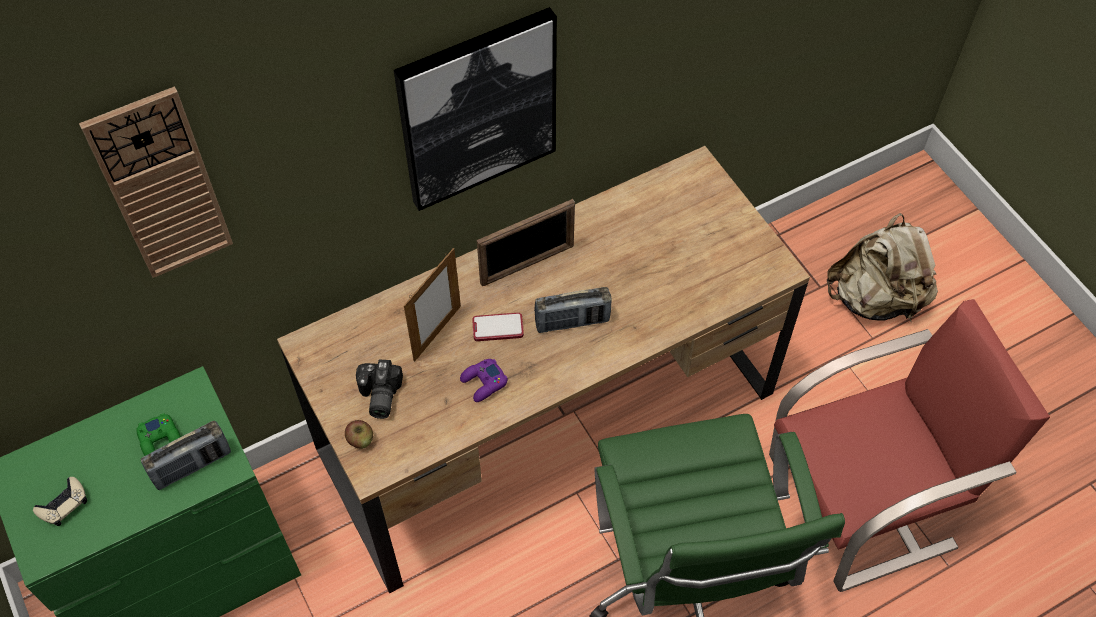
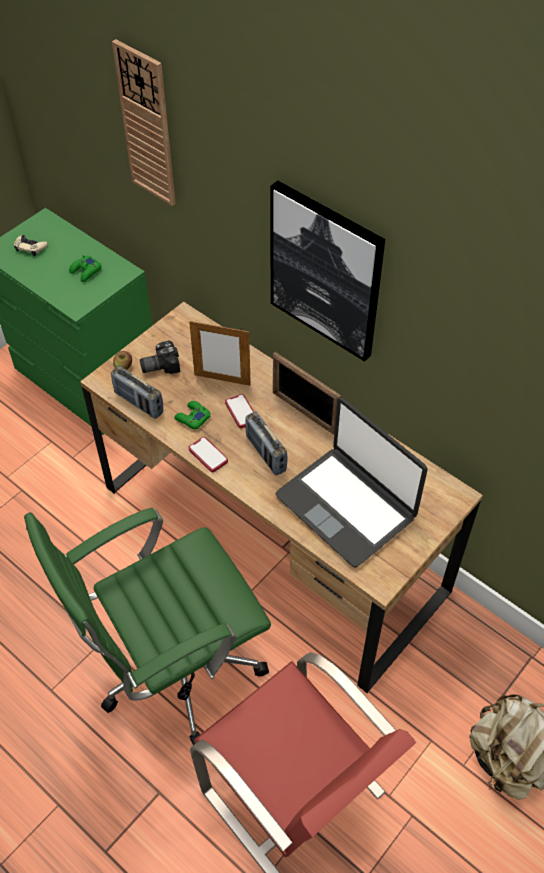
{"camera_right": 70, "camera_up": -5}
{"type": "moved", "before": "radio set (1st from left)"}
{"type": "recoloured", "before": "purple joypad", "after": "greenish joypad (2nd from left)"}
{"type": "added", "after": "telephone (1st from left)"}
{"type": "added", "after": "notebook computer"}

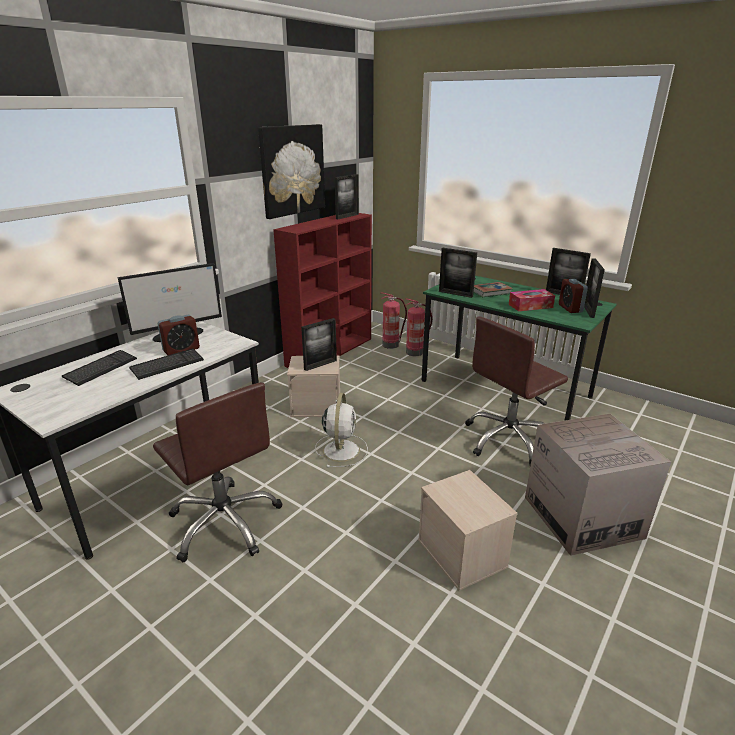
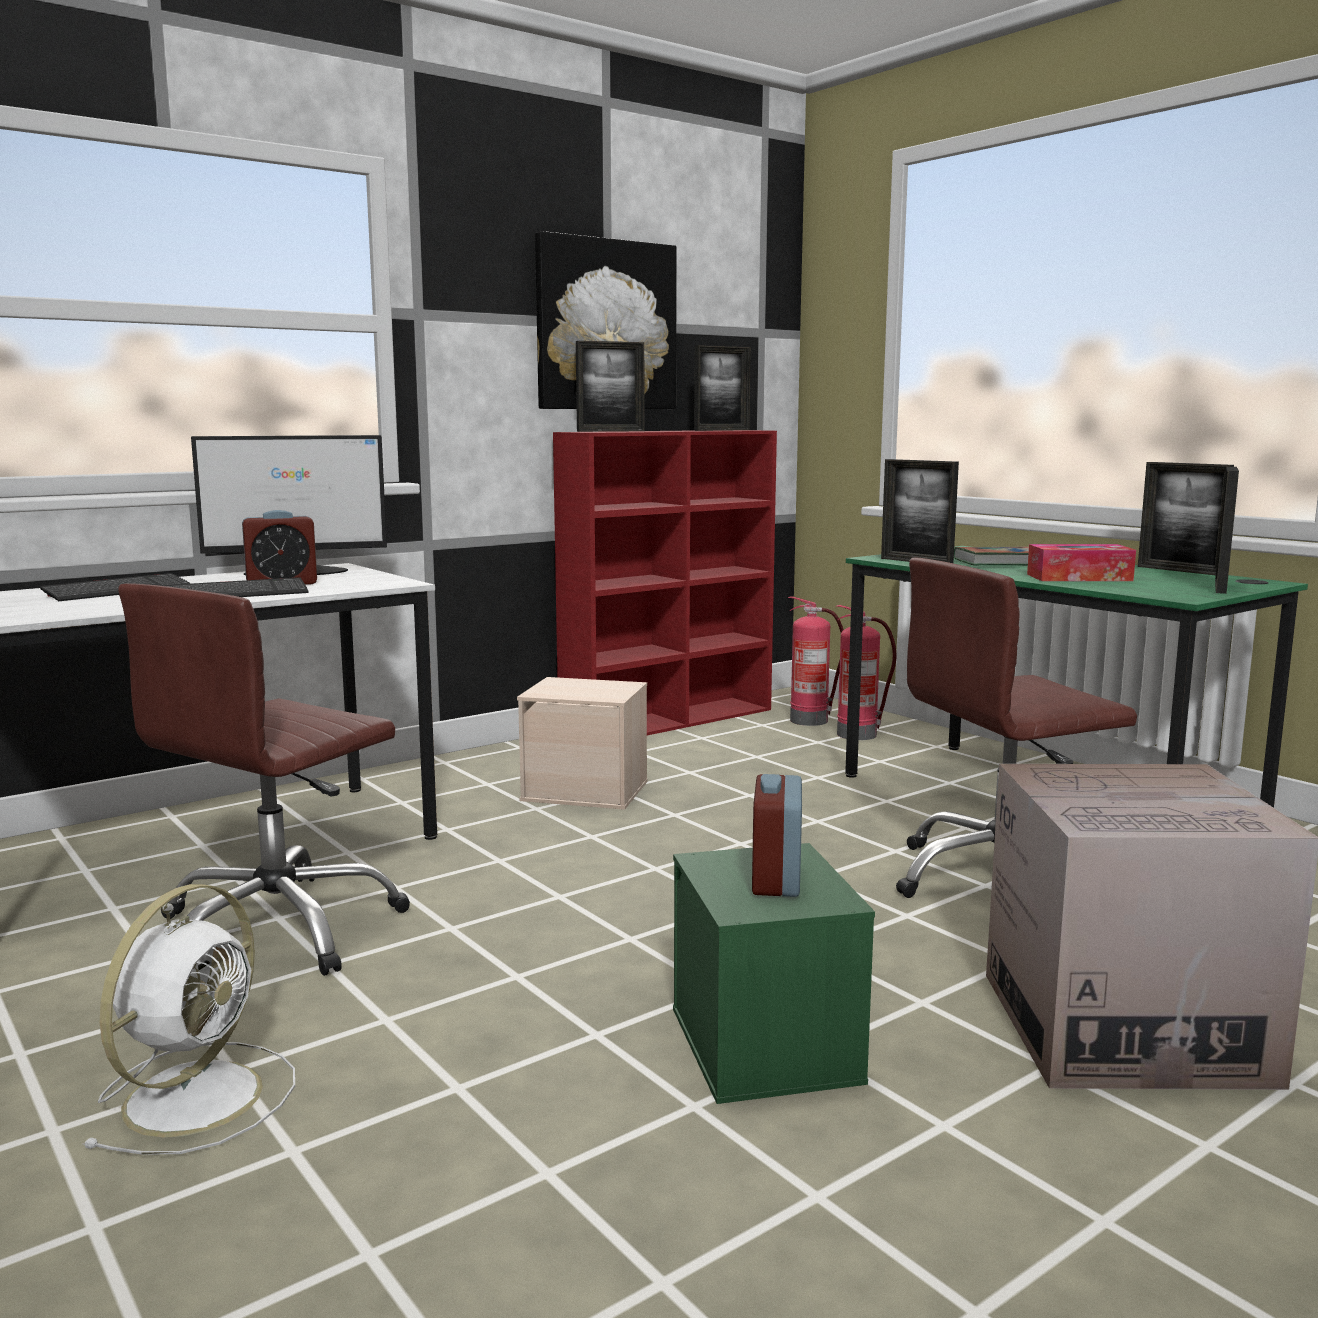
{"camera_right": 15, "camera_up": -15}
{"type": "moved", "before": "whitish cooling fan"}
{"type": "turned", "before": "brown-coloured office chair (1st from left)", "turn": 60}
{"type": "moved", "before": "picture frame (1st from left)"}
{"type": "recoloured", "before": "beige-coloured storage container (2nd from left)", "after": "greenish storage container"}
{"type": "moved", "before": "alarm clock (2nd from left)"}

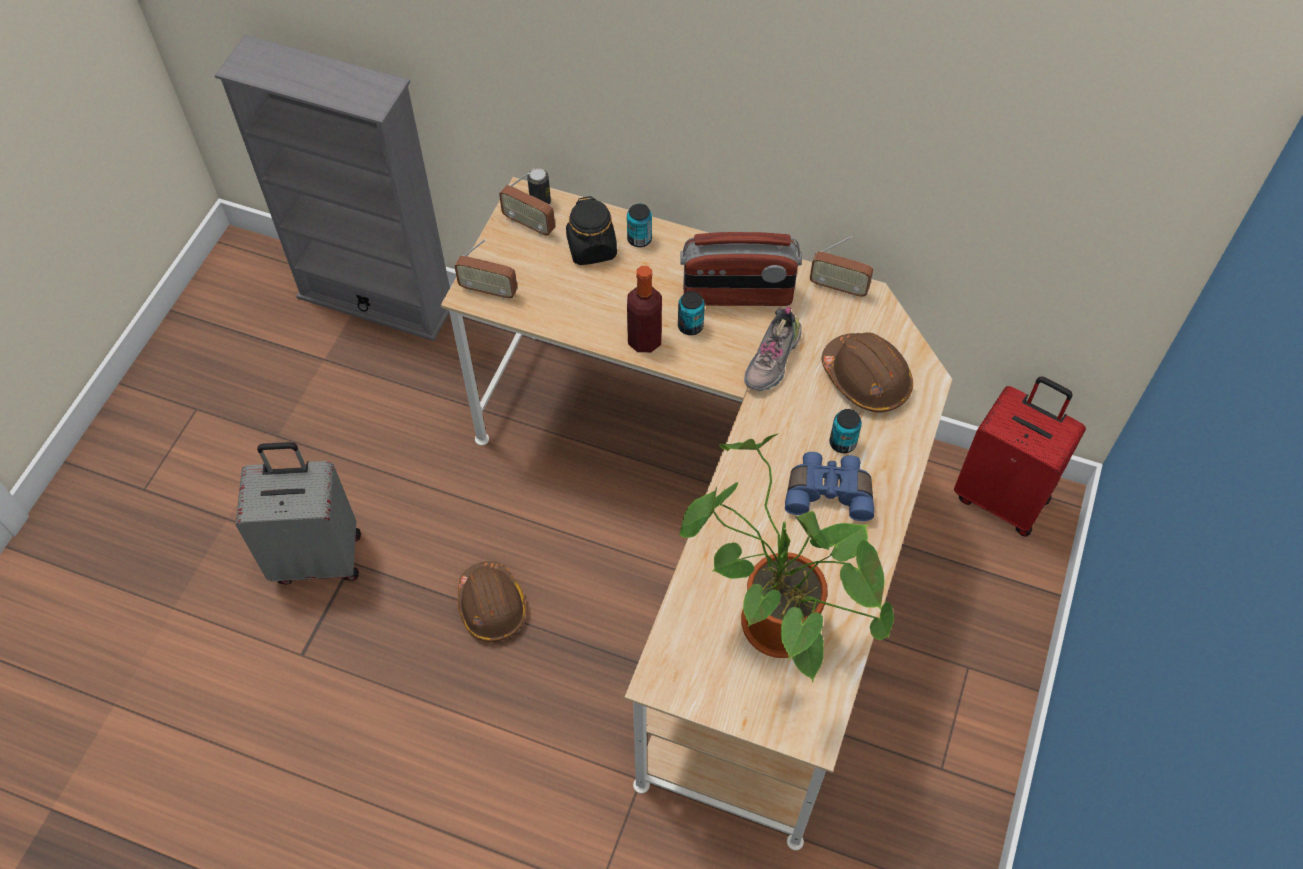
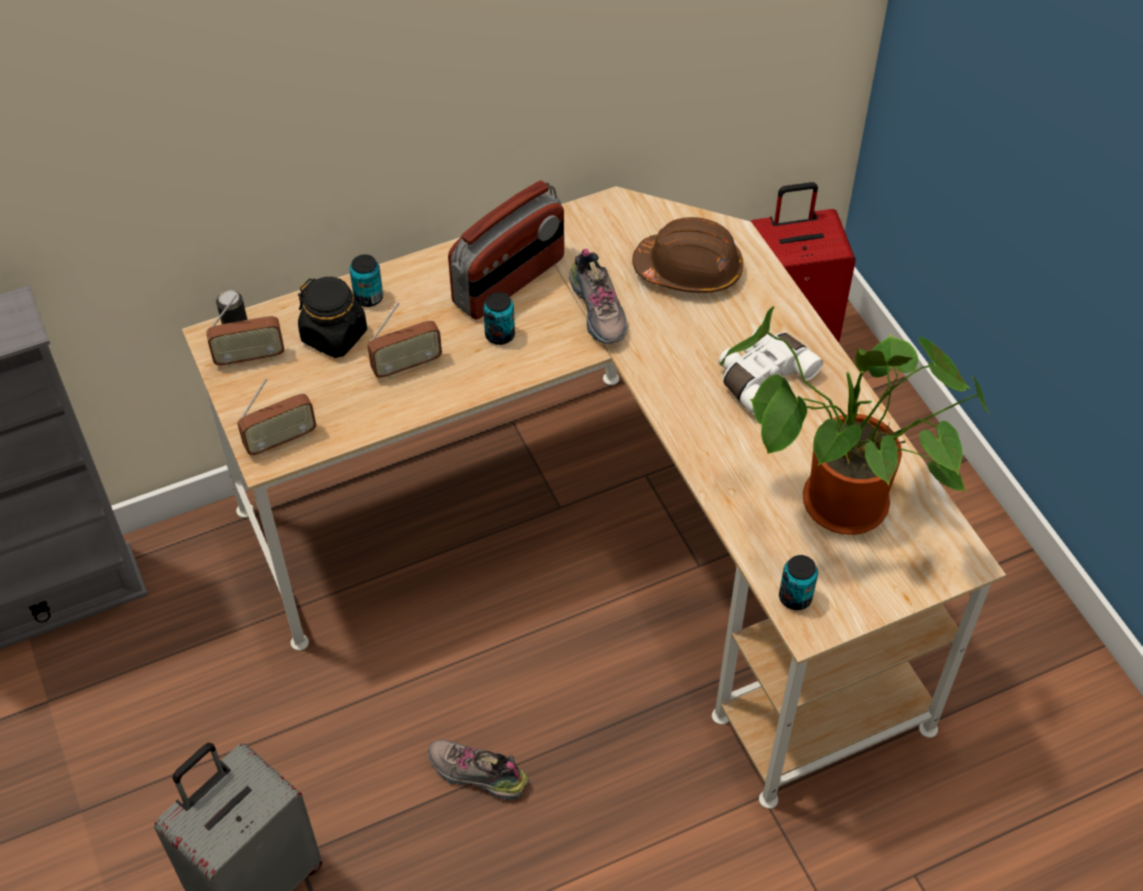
{"camera_right": -45, "camera_up": -5}
{"type": "moved", "before": "radio set (4th from left in the first image)", "after": "radio set (3rd from left)"}
{"type": "replaced", "before": "brown-coloured hard hat (1st from left)", "after": "shoe (1st from left)"}
{"type": "recoloured", "before": "blue-coloured pair of binoculars", "after": "whitish pair of binoculars"}
{"type": "moved", "before": "metal can (4th from left)"}
{"type": "removed", "before": "bottle"}

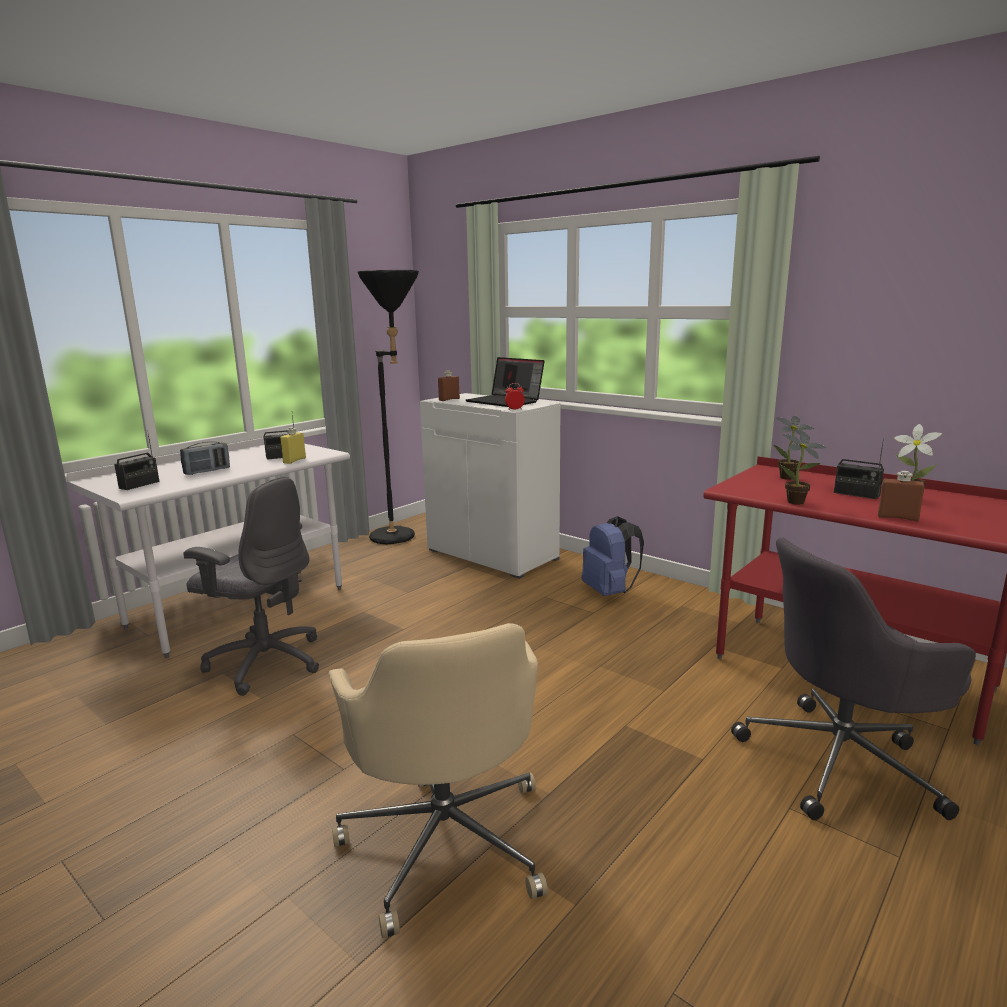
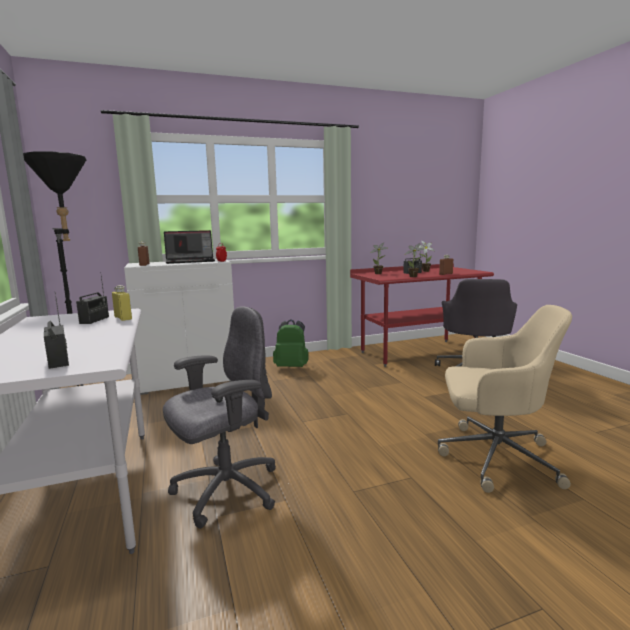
{"camera_right": -60, "camera_up": -5}
{"type": "recoloured", "before": "blue-coloured knapsack", "after": "greenish knapsack"}
{"type": "removed", "before": "radio set (2nd from left)"}

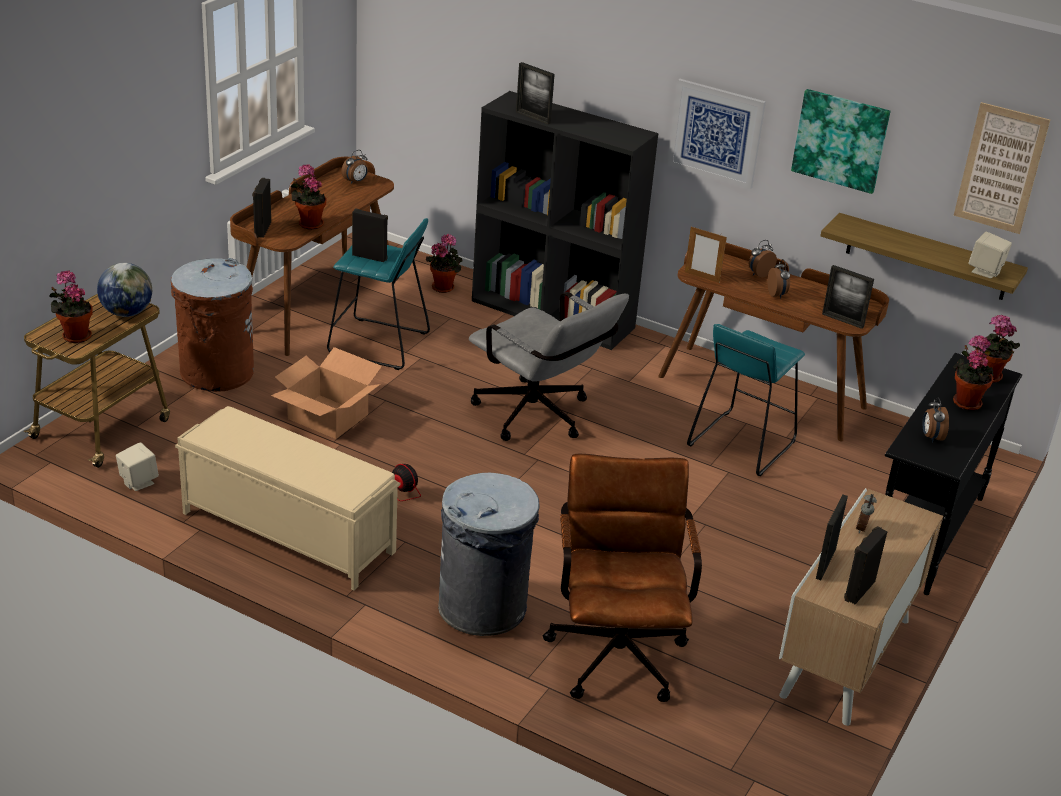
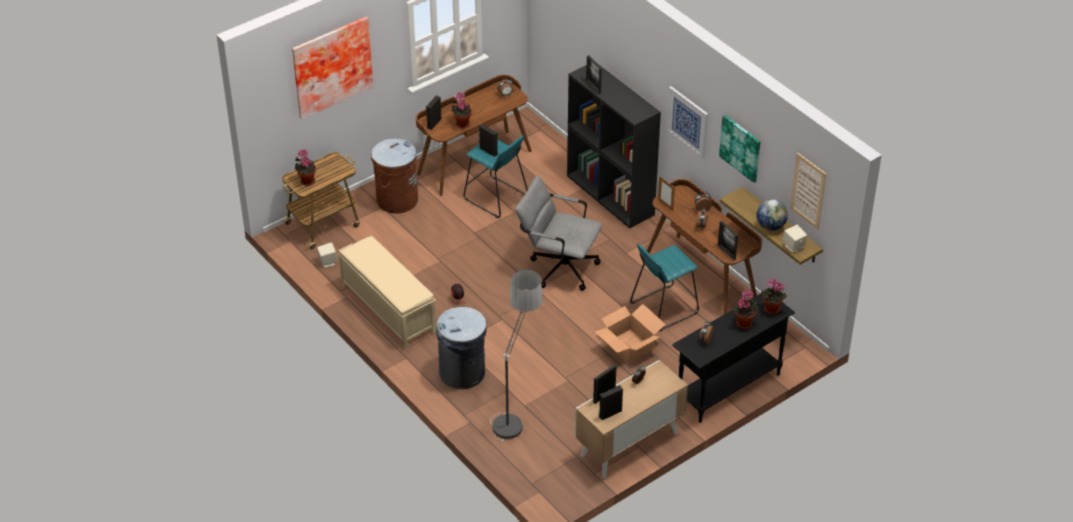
{"camera_right": 25, "camera_up": 10}
{"type": "added", "after": "picture (1st from left)"}
{"type": "replaced", "before": "brown-coloured office chair", "after": "standing lamp"}
{"type": "turned", "before": "greyish office chair", "turn": 135}
{"type": "moved", "before": "carton"}
{"type": "moved", "before": "world globe"}
{"type": "removed", "before": "potted plant (3rd from left)"}

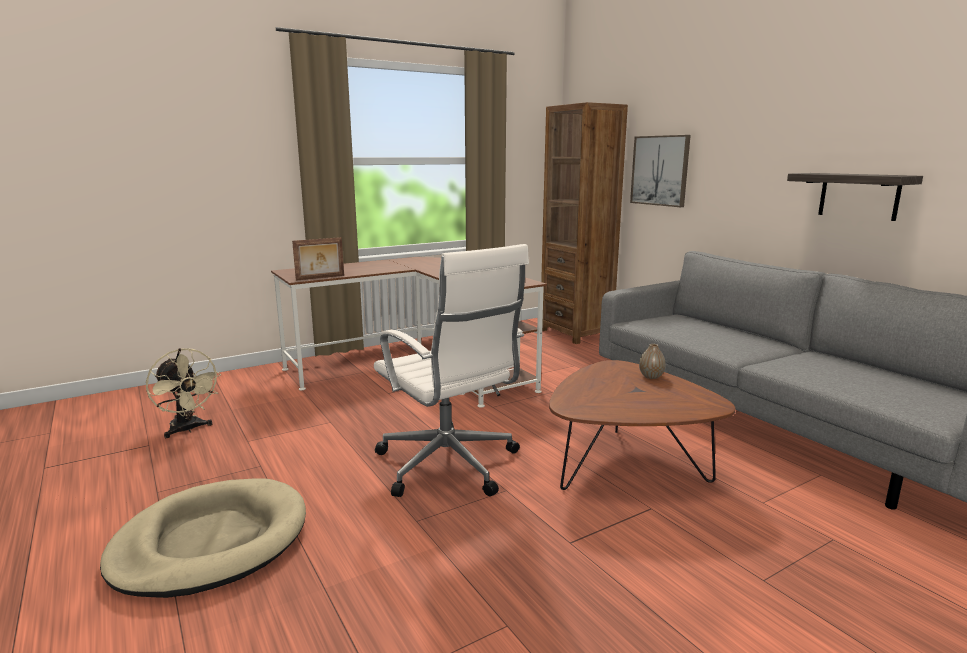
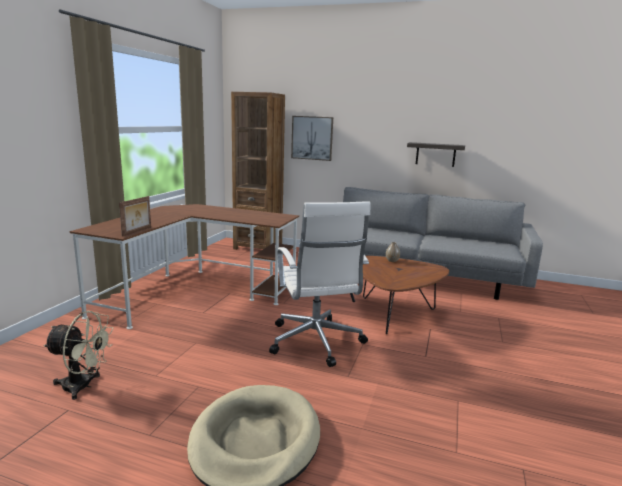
{"camera_right": -40, "camera_up": 0}
{"type": "turned", "before": "whitish office chair", "turn": 60}

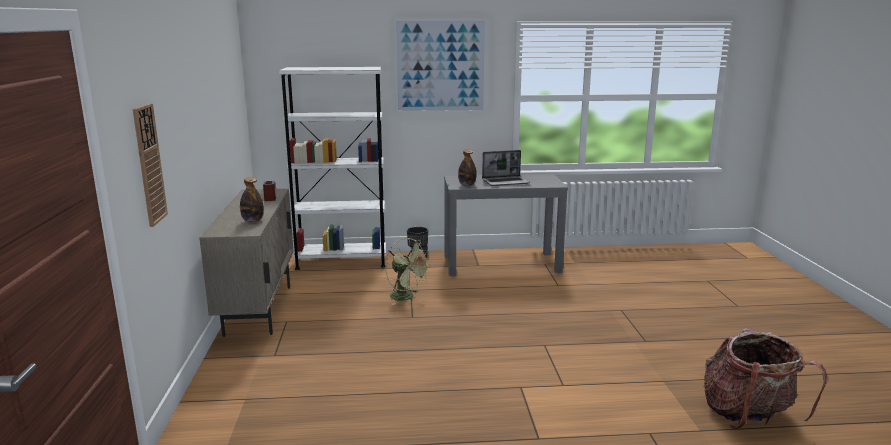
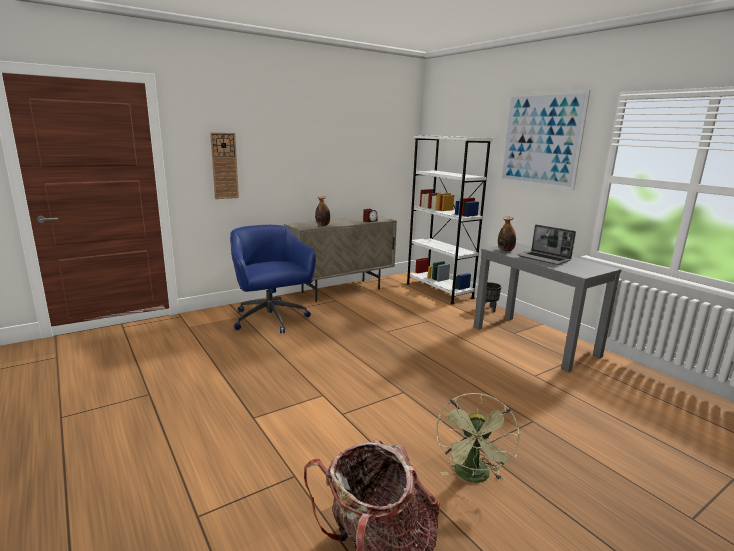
{"camera_right": 60, "camera_up": 0}
{"type": "added", "after": "blue-coloured office chair"}
{"type": "moved", "before": "greenish cooling fan"}

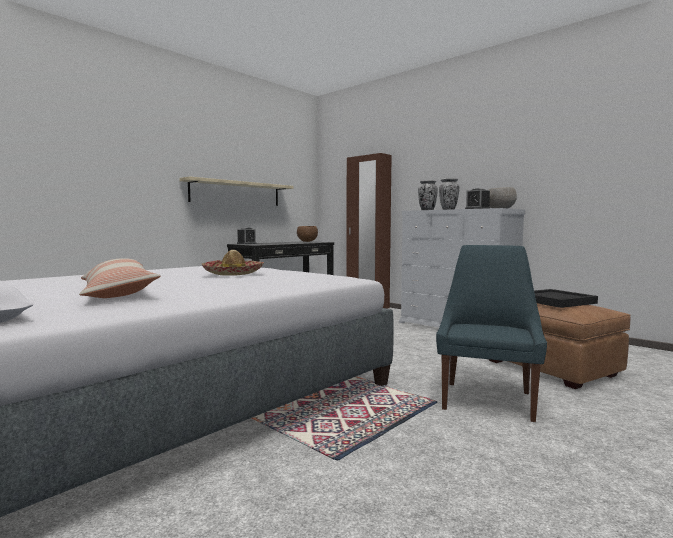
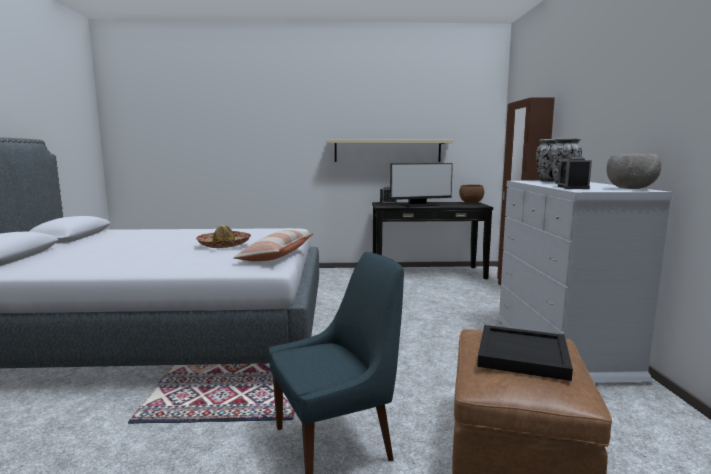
{"camera_right": 45, "camera_up": 5}
{"type": "moved", "before": "throw pillow"}
{"type": "added", "after": "monitor"}

